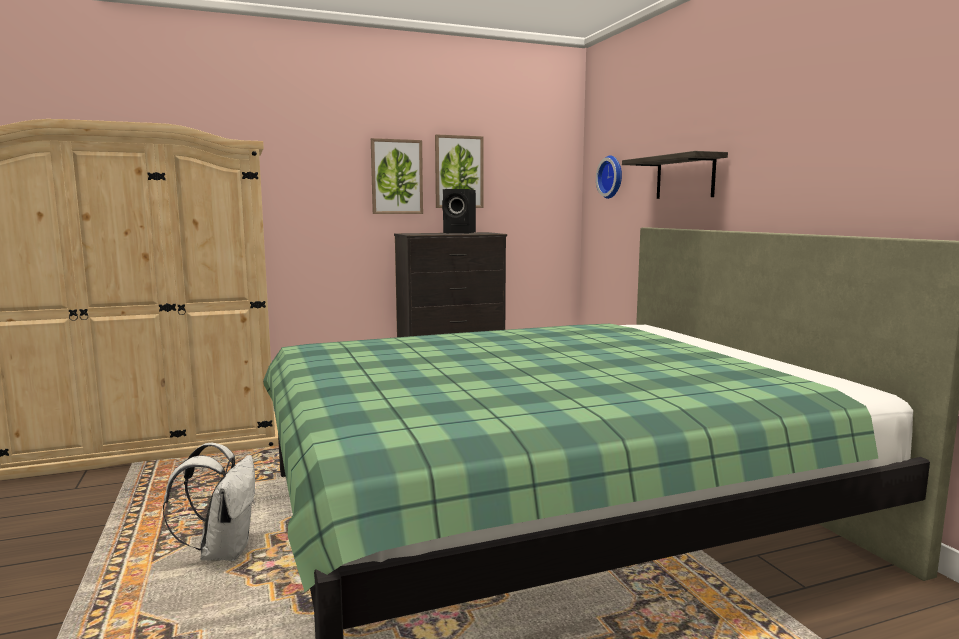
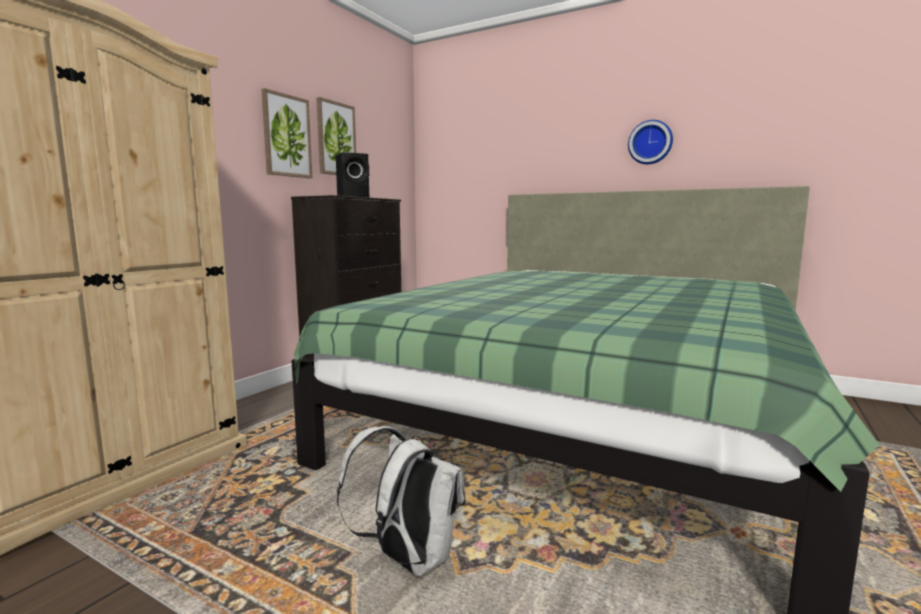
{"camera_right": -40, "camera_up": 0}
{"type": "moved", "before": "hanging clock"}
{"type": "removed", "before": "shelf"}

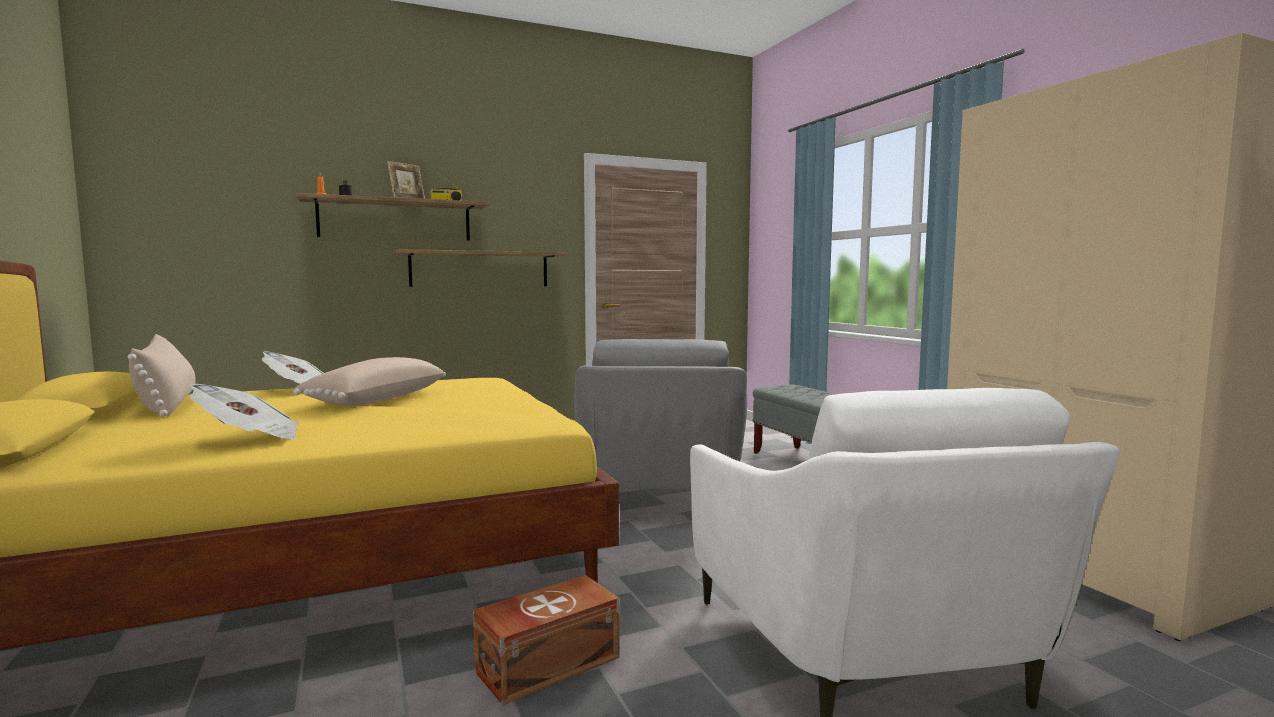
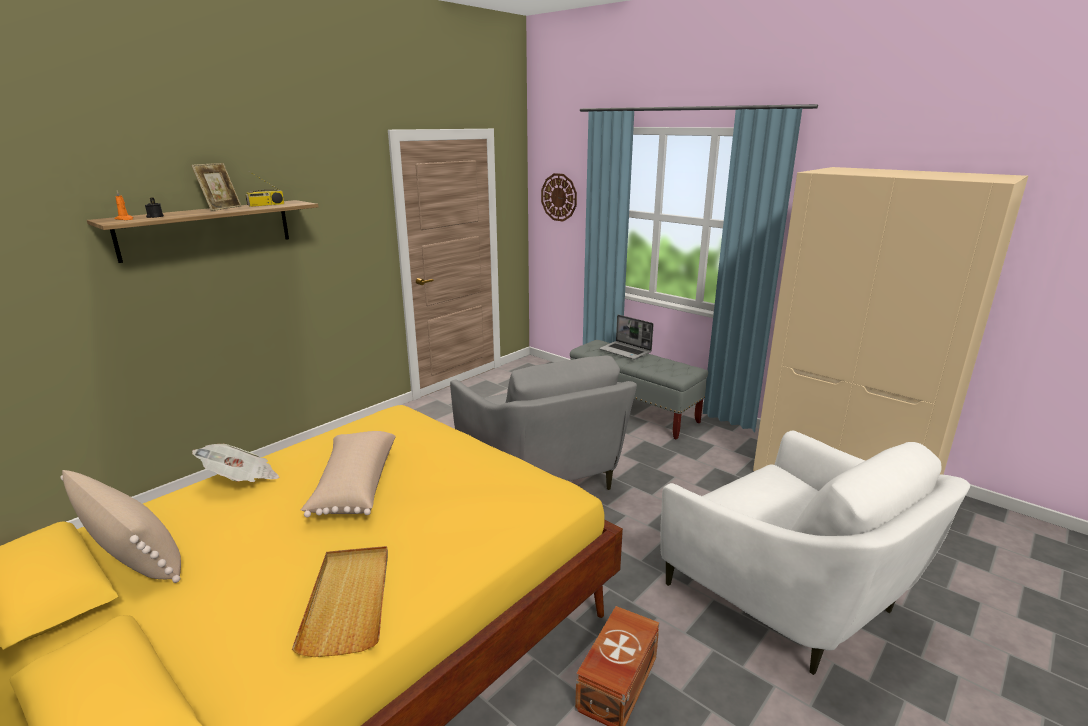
{"camera_right": -25, "camera_up": 15}
{"type": "replaced", "before": "daily paper (1st from left)", "after": "beige-coloured tray"}
{"type": "added", "after": "hanging clock"}
{"type": "added", "after": "notebook computer"}
{"type": "removed", "before": "shelf (2nd from left)"}

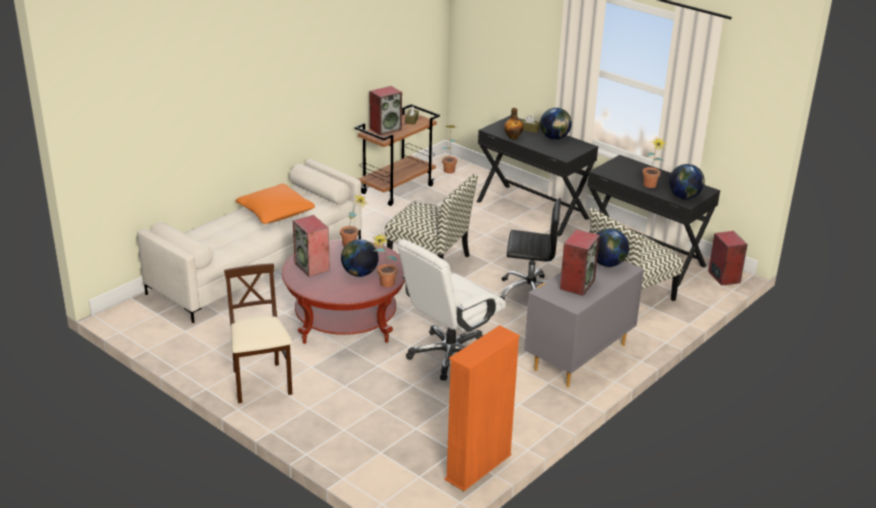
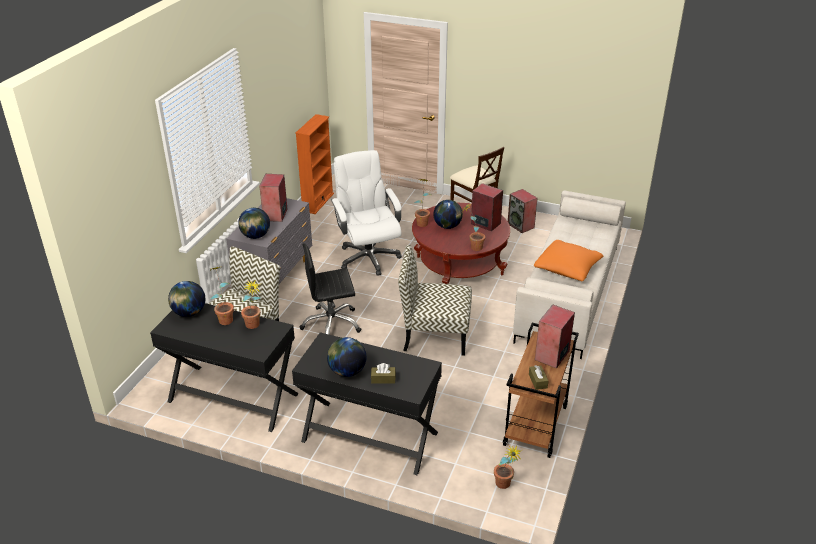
{"camera_right": 160, "camera_up": 5}
{"type": "added", "after": "potted plant (2nd from left)"}
{"type": "turned", "before": "whitish office chair", "turn": -45}
{"type": "moved", "before": "audio speaker (4th from left in the first image)", "after": "audio speaker (3rd from left)"}
{"type": "removed", "before": "bottle"}

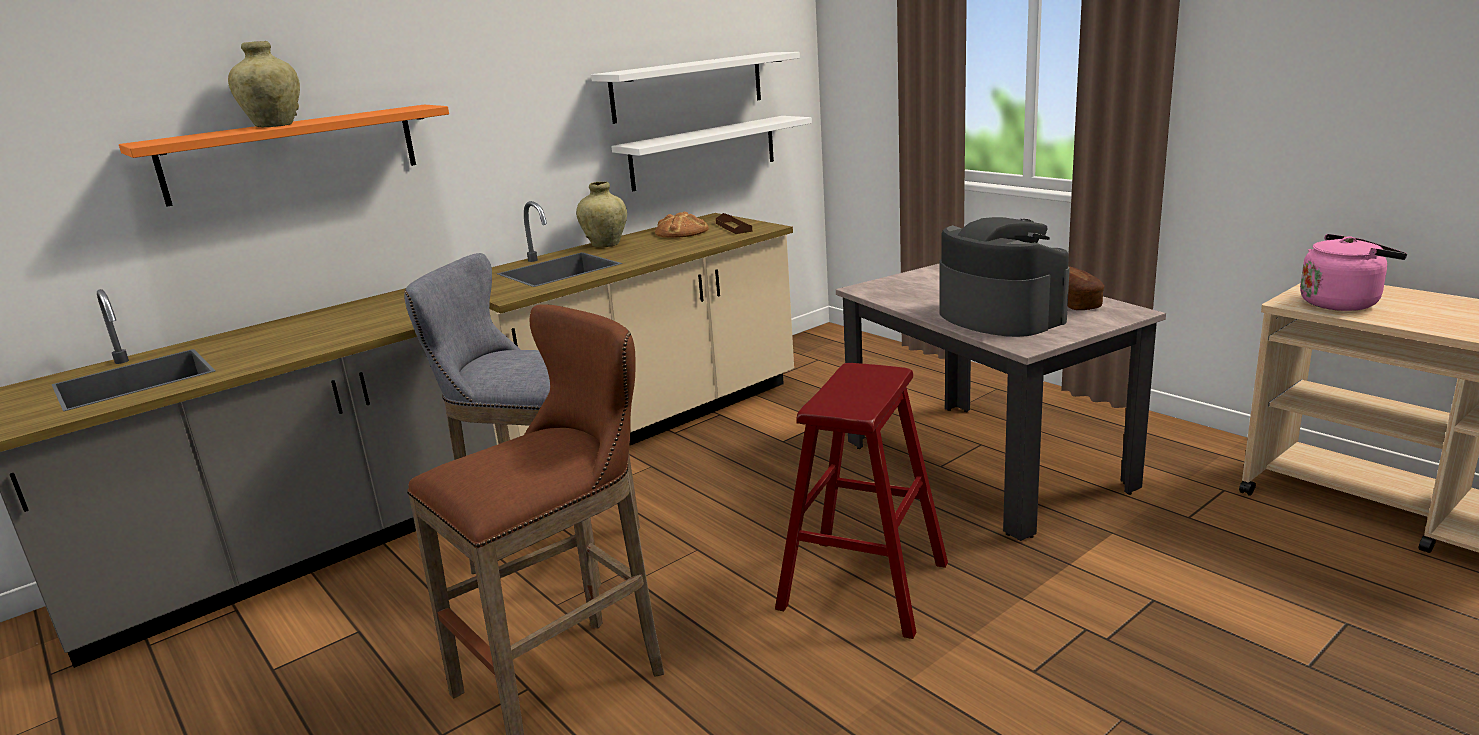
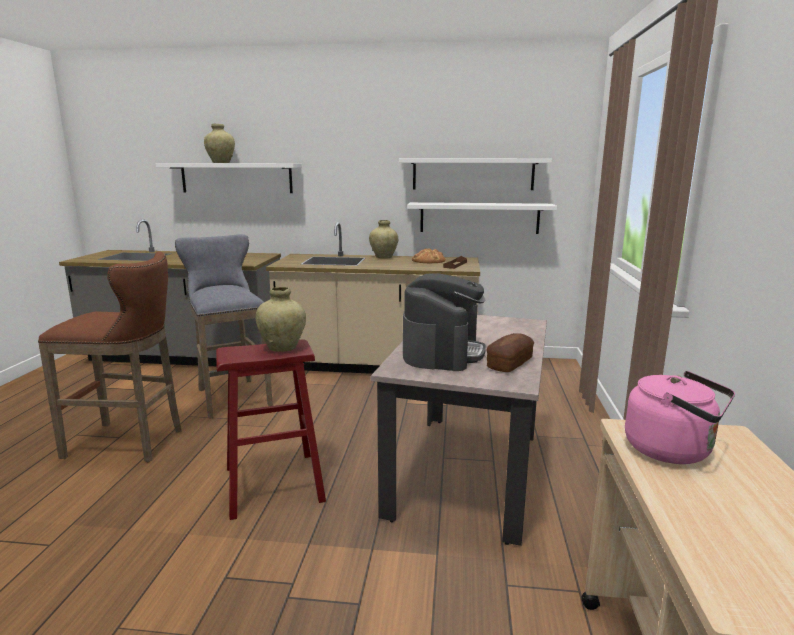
{"camera_right": 45, "camera_up": -5}
{"type": "recoloured", "before": "orange shelf", "after": "whitish shelf (1st from left)"}
{"type": "added", "after": "beige-coloured flower vase (2nd from left)"}

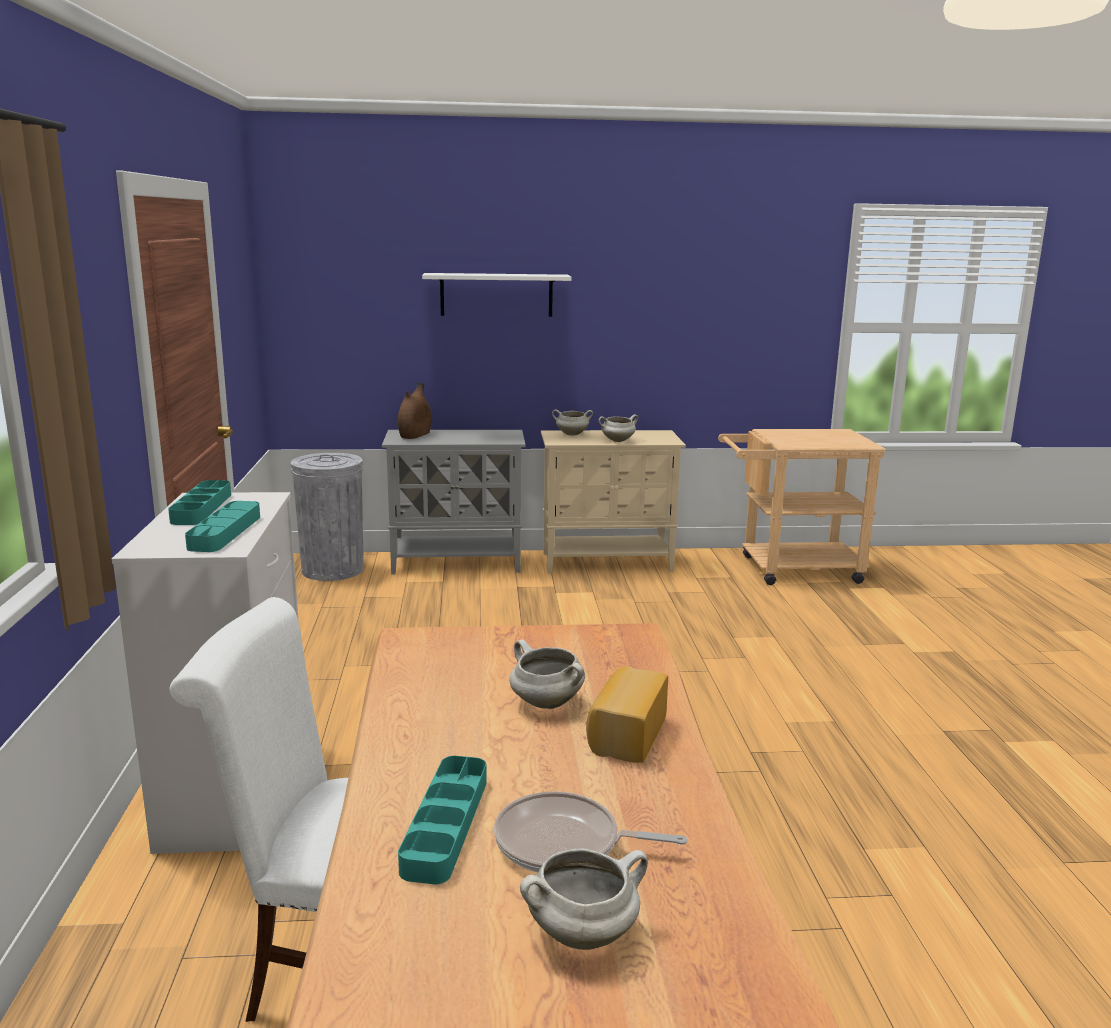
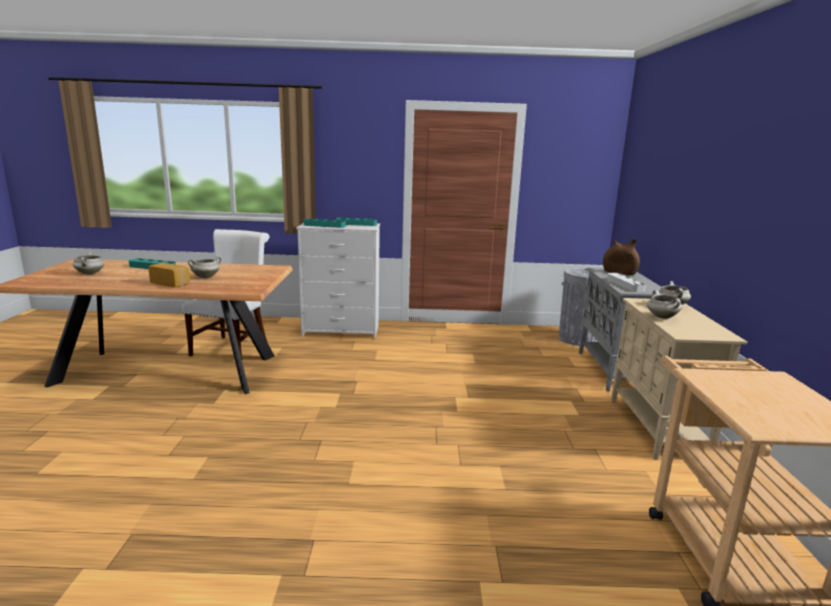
{"camera_right": 95, "camera_up": 0}
{"type": "added", "after": "greyish tray"}
{"type": "removed", "before": "whitish shelf"}
{"type": "removed", "before": "skillet"}

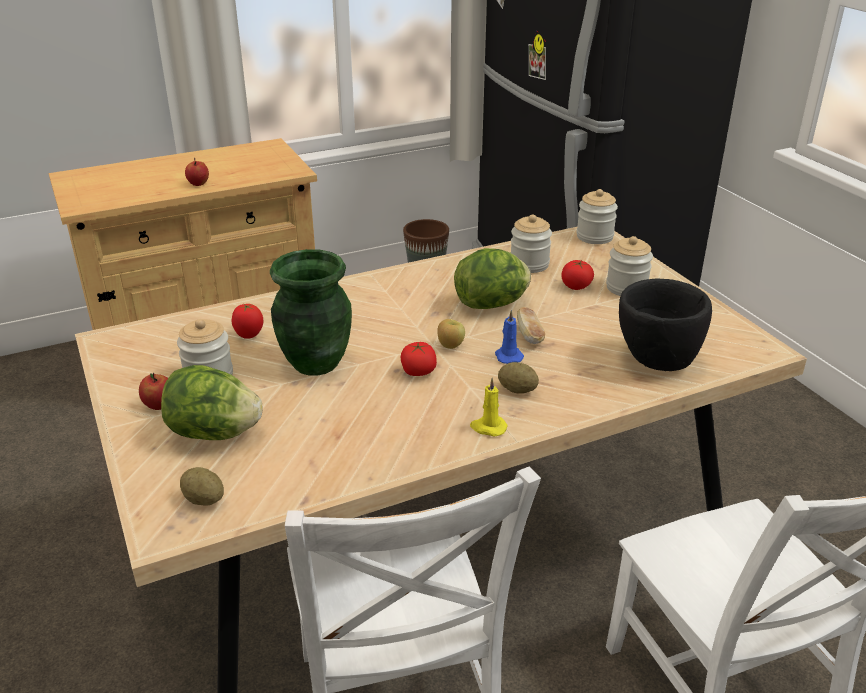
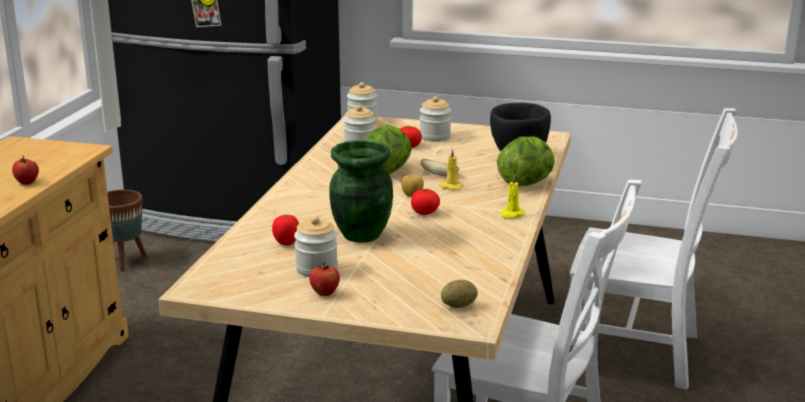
{"camera_right": -50, "camera_up": -10}
{"type": "recoloured", "before": "blue-coloured wax candle", "after": "yellow-coloured wax candle (1st from left)"}
{"type": "moved", "before": "head of lettuce (1st from left in the first image)", "after": "head of lettuce (2nd from left)"}
{"type": "removed", "before": "potato (2nd from left)"}

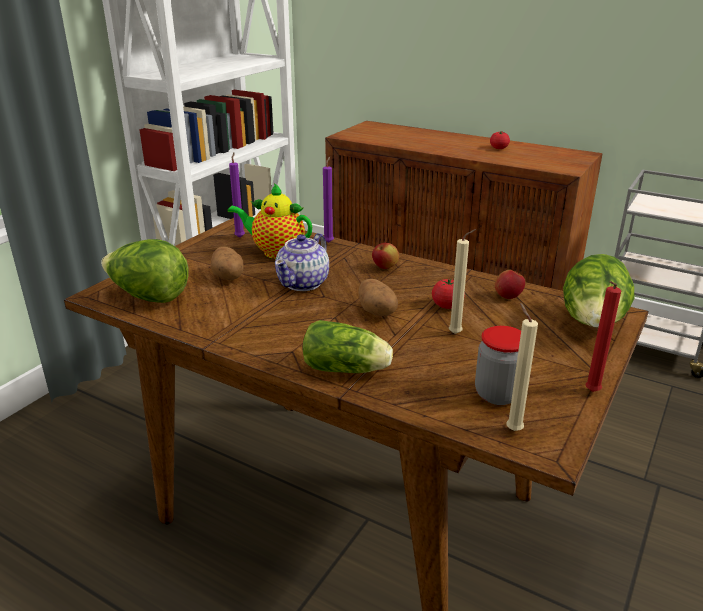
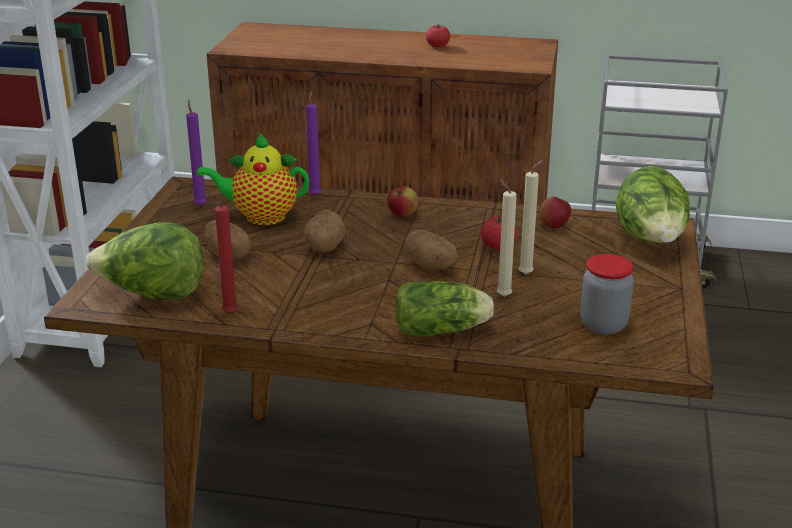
{"camera_right": -20, "camera_up": 0}
{"type": "moved", "before": "red-coloured wax candle"}
{"type": "replaced", "before": "teapot (2nd from left)", "after": "potato (2nd from left)"}
{"type": "moved", "before": "beige-coloured wax candle (2nd from left in the first image)", "after": "beige-coloured wax candle (1st from left)"}

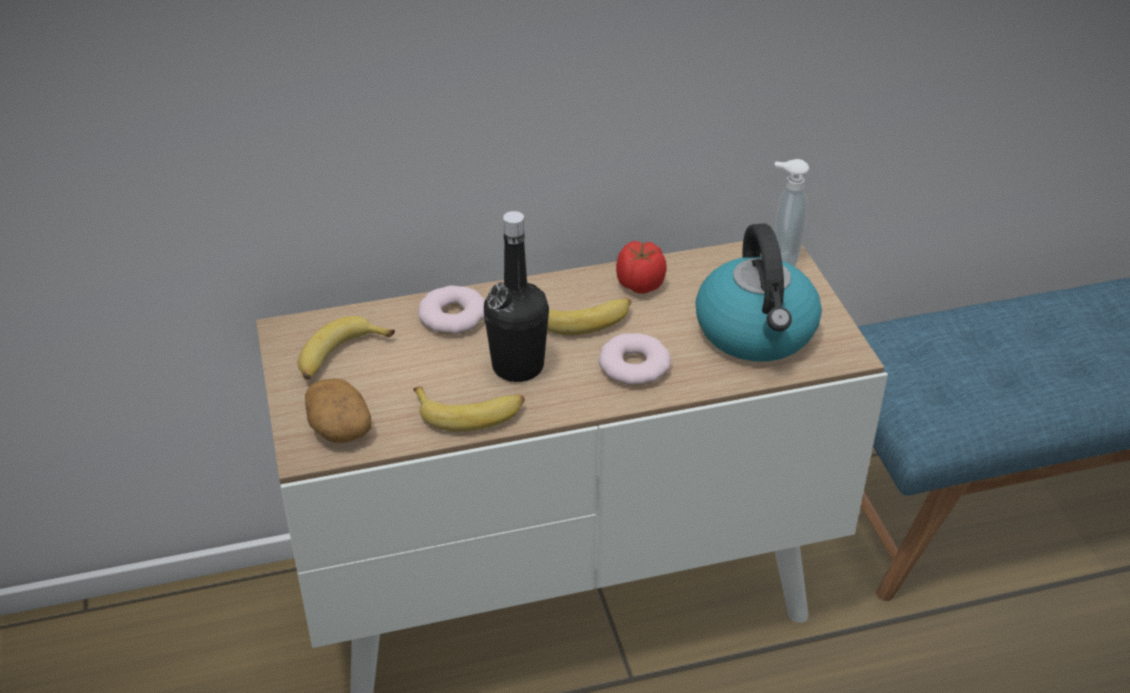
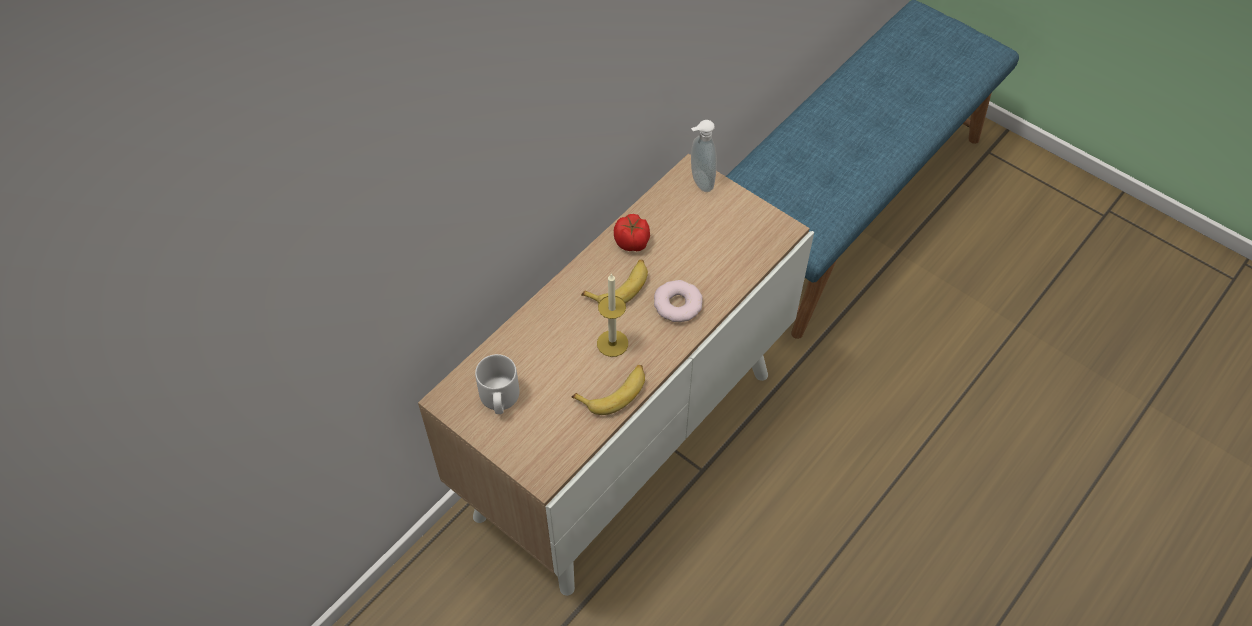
{"camera_right": -35, "camera_up": 15}
{"type": "replaced", "before": "banana fruit (1st from left)", "after": "greyish tea mug"}
{"type": "replaced", "before": "black bottle", "after": "wax candle"}
{"type": "removed", "before": "potato"}
{"type": "removed", "before": "donut (1st from left)"}
{"type": "removed", "before": "tea kettle"}

